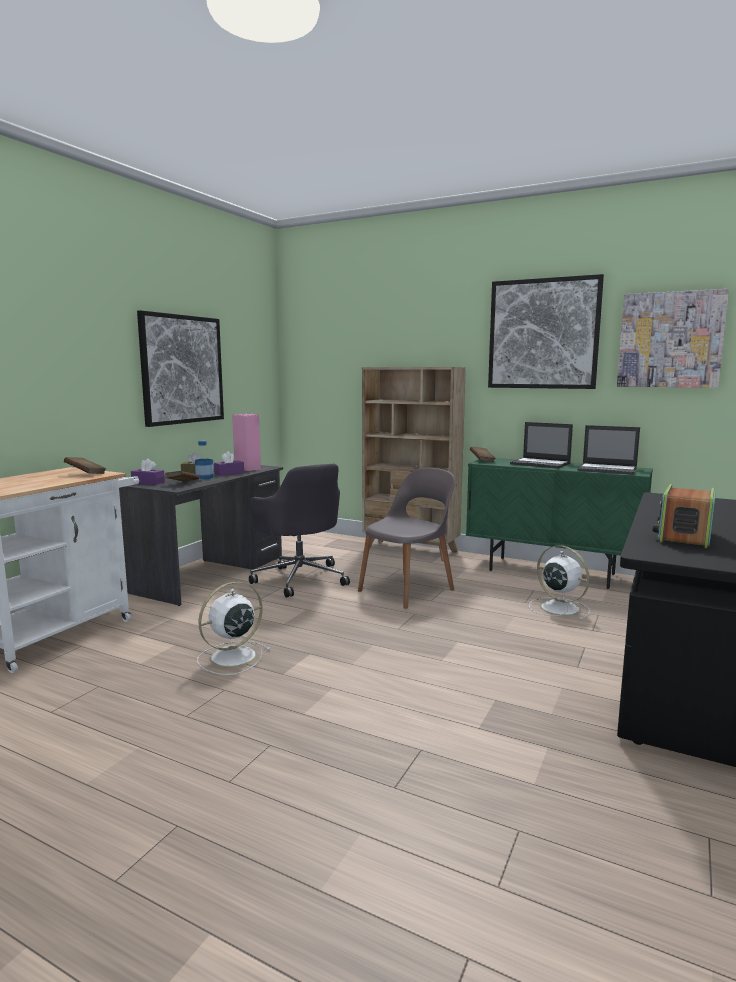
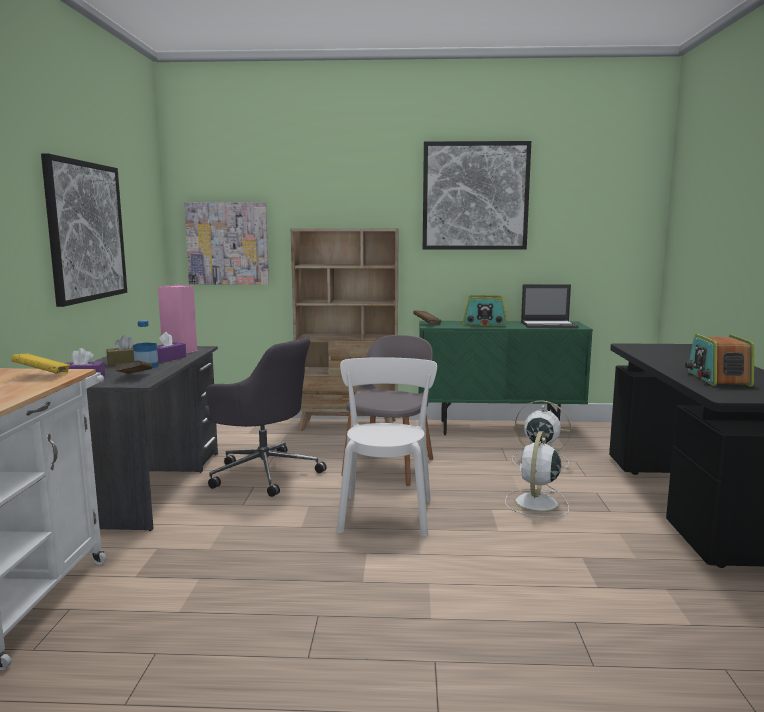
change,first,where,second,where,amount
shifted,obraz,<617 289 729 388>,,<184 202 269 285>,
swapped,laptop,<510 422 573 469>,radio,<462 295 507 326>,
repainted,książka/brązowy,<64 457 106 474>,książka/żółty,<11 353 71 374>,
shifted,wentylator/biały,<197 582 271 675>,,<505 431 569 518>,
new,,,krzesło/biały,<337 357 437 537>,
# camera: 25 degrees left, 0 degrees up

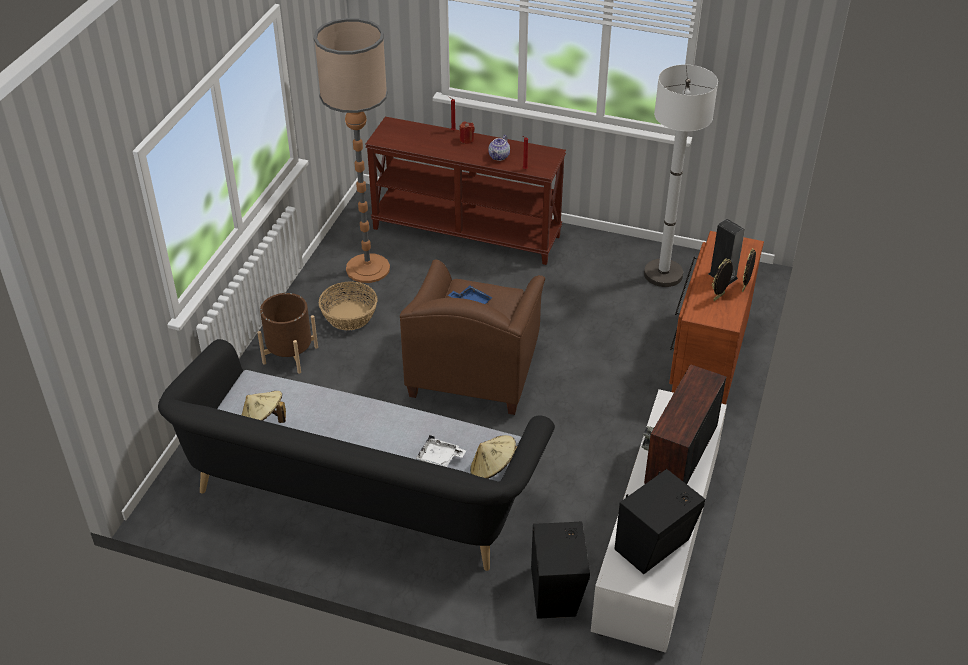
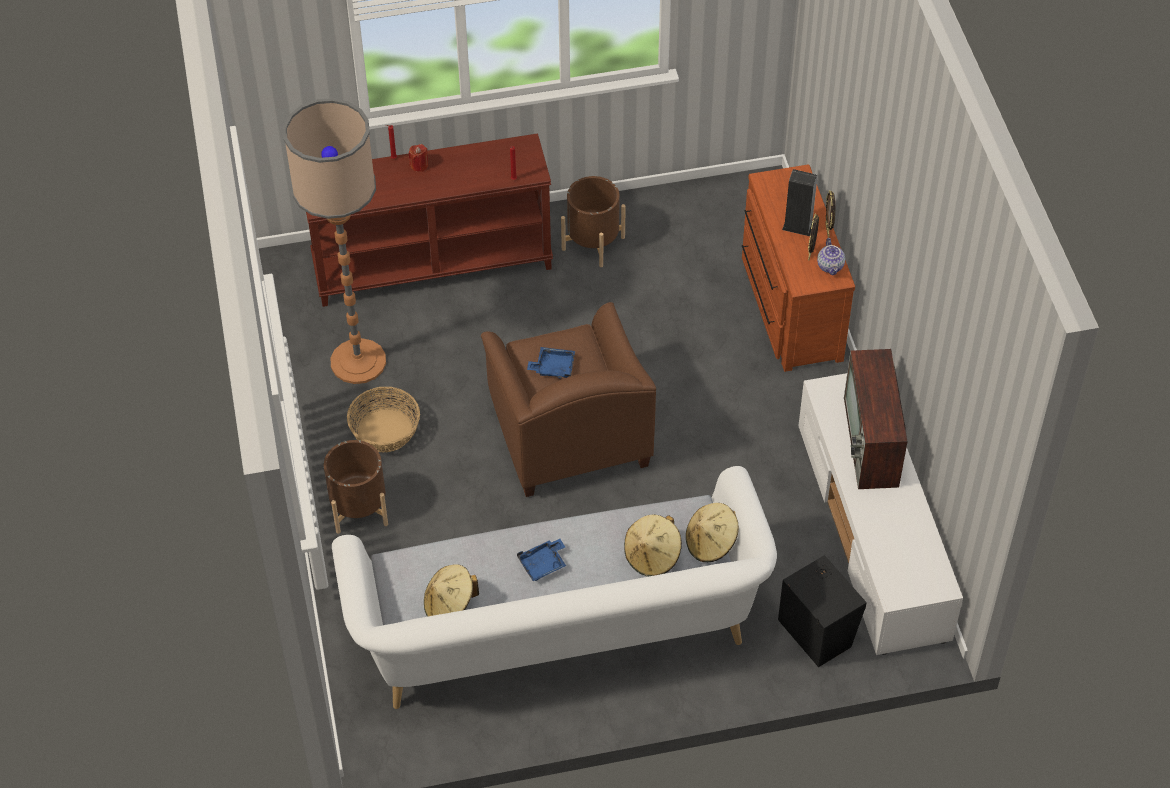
change,first,where,second,where,amount
gone,lampa stojąca/biały,<644 65 718 287>,,,
shifted,imbryk,<488 135 510 161>,,<817 238 845 275>,
repainted,kanapa/czarny,<158 339 555 571>,kanapa/biały,<332 466 777 709>,
swapped,taca/biały,<416 435 466 467>,kapelusz/beżowy,<624 514 682 577>,
gone,głośnik/czarny,<614 469 705 574>,,,
new,,,donica/brązowy,<561 176 626 267>,
new,,,taca/niebieski,<517 539 566 581>,
# camera: 30 degrees left, 10 degrees up

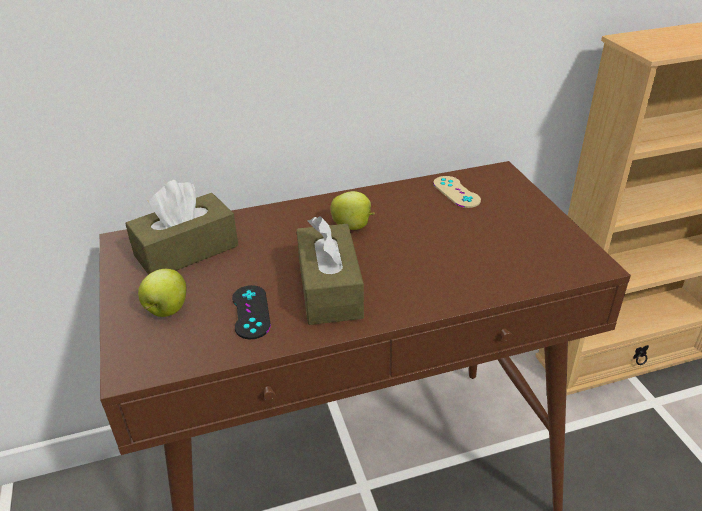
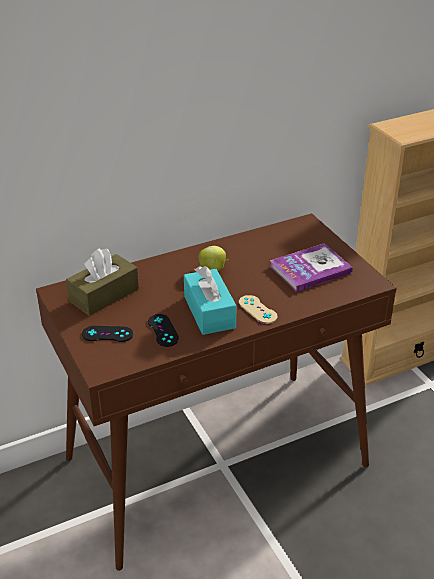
change,first,where,second,where,amount
shifted,pad do gier/beżowy,<433 176 481 208>,,<239 295 277 324>,
repainted,pudełko chusteczek/brązowy,<297 216 364 325>,pudełko chusteczek/turkusowy,<184 266 237 335>,
swapped,jabłko,<138 269 186 317>,pad do gier/czarny,<82 326 133 342>,
new,,,książka,<270 243 353 292>,
# camera: 10 degrees left, 0 degrees up

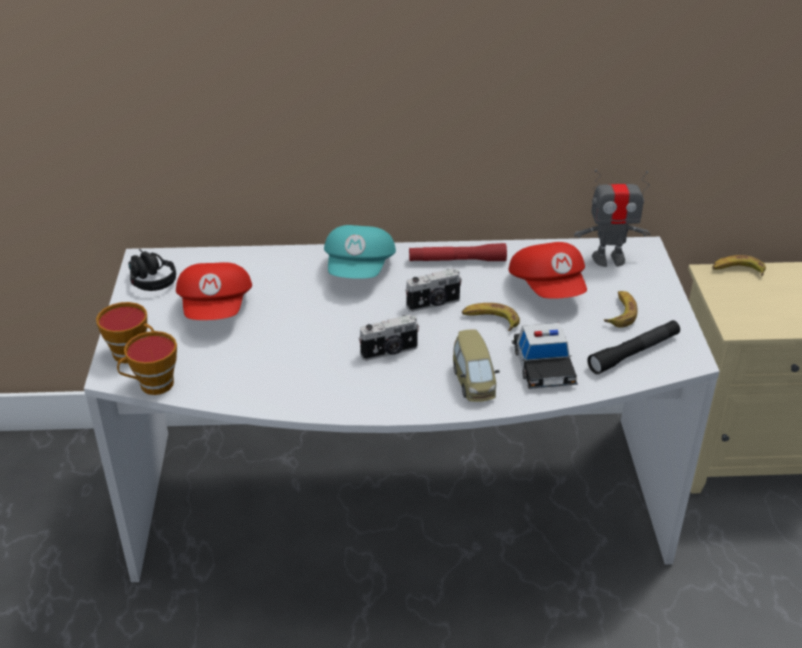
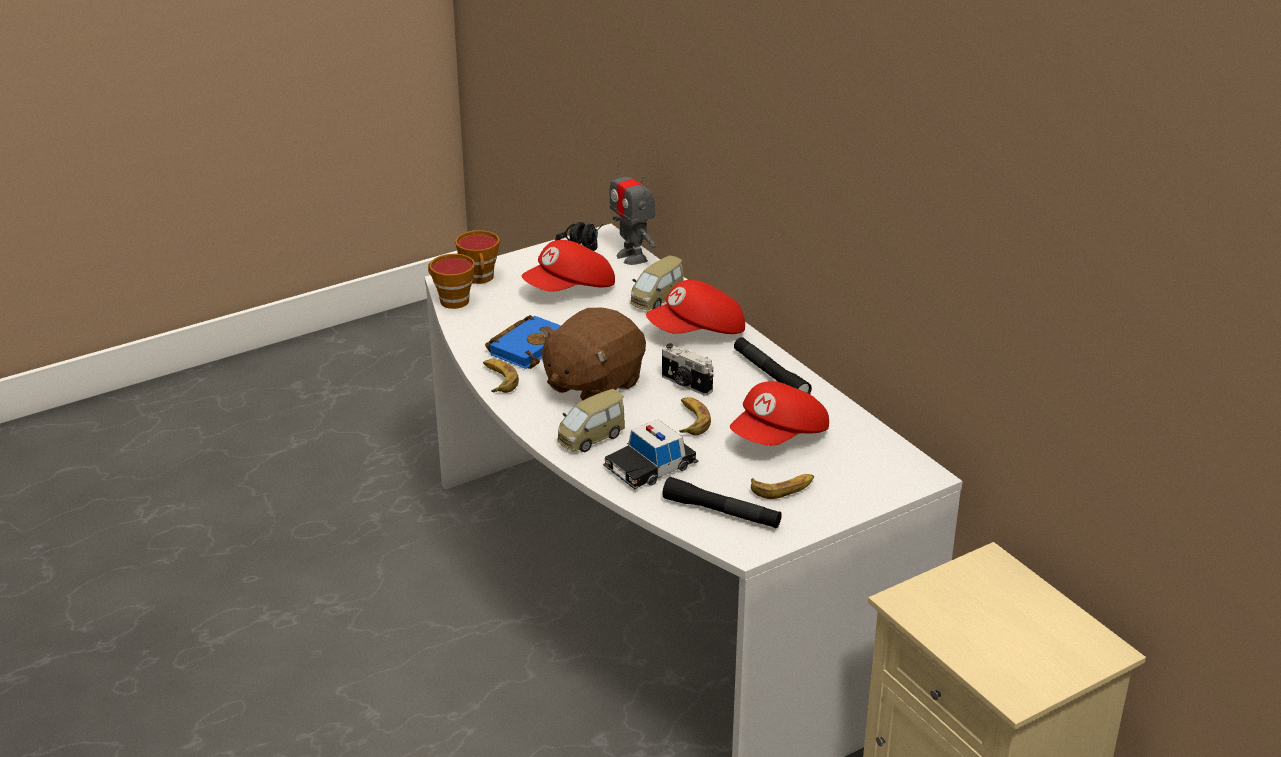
change,first,where,second,where,amount
shifted,robot zabawkowy,<574 170 650 267>,,<610 156 655 265>,
repainted,czapka z daszkiem/turkusowy,<324 225 396 279>,czapka z daszkiem/czerwony,<646 280 745 334>,
repainted,latarka/czerwony,<409 243 507 261>,latarka/czarny,<734 337 812 394>,
shifted,banan,<712 255 766 276>,,<483 359 519 393>,
swapped,aparat fotograficzny,<358 314 419 361>,pluszak/brązowy,<539 308 646 400>,
new,,,samochodzik,<630 255 683 310>,
new,,,książka/niebieski,<485 315 561 369>,
# camera: 60 degrees right, 5 degrees down

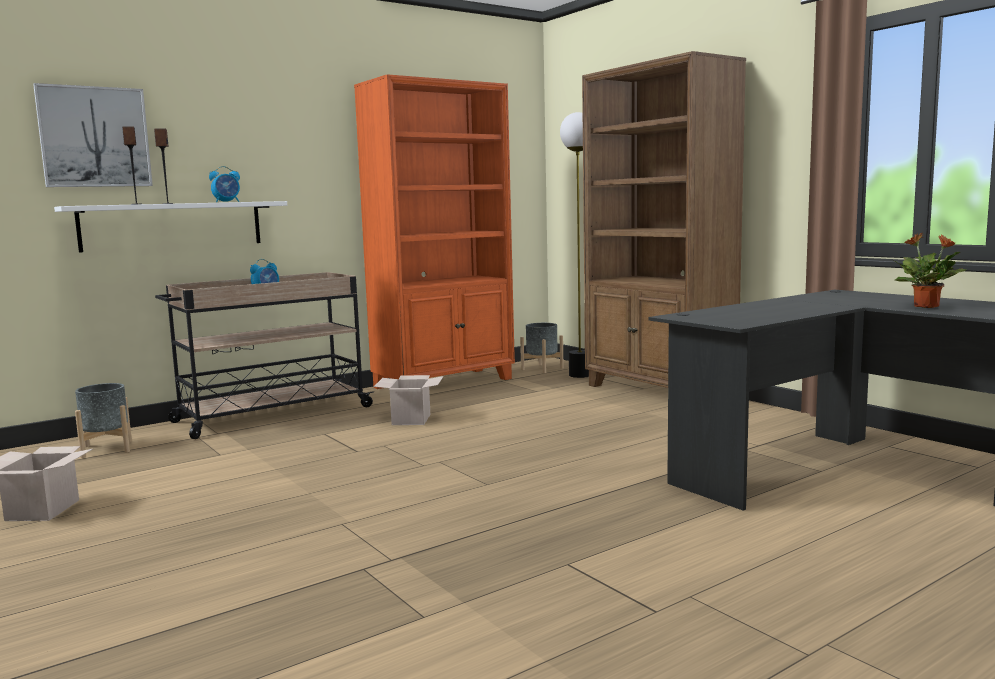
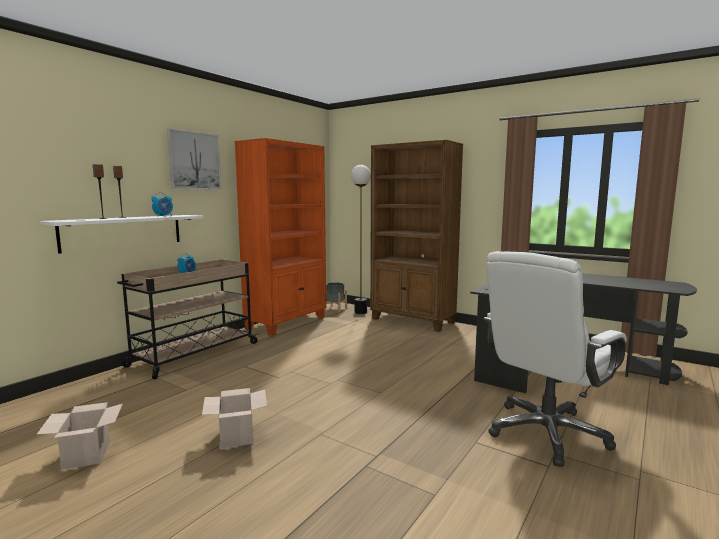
change,first,where,second,where,amount
shifted,obraz,<33 83 153 187>,,<167 129 221 190>,
gone,roślina doniczkowa,<894 233 967 308>,,,
shifted,karton,<374 375 444 425>,,<202 388 267 448>,
gone,donica/szary,<75 383 132 458>,,,
new,,,krzesło biurowe/biały,<483 251 627 467>,
# camera: 20 degrees left, 0 degrees up

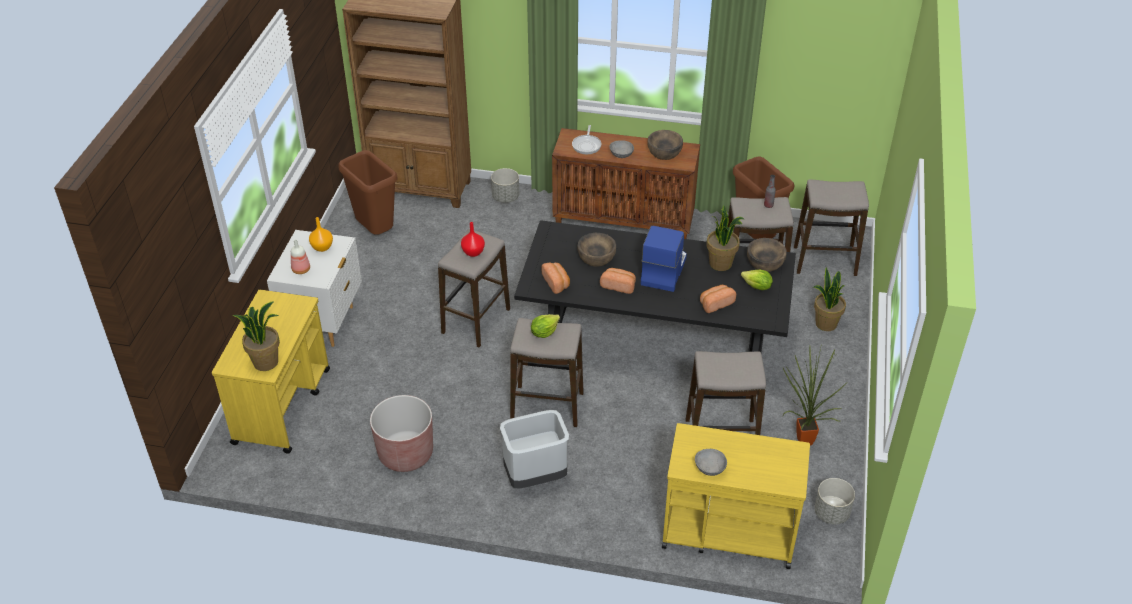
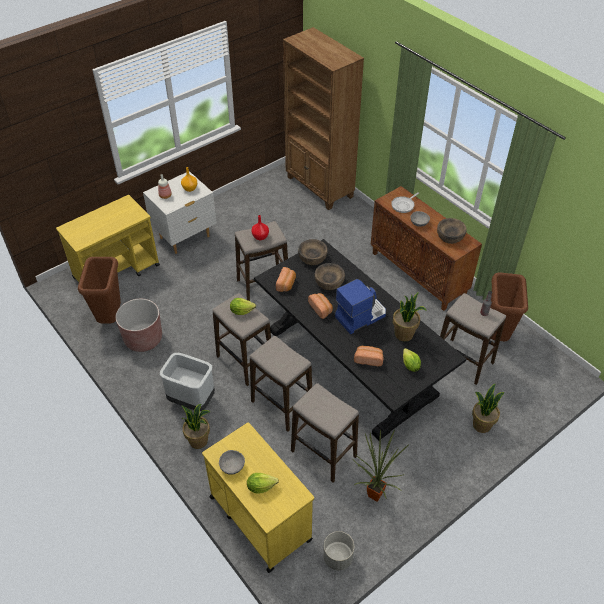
change,first,where,second,where,amount
shifted,kosz na śmieci/brązowy,<338 150 397 235>,,<78 257 121 324>,
gone,donica/szary,<491 168 519 203>,,,
shifted,stołek,<794 179 869 276>,,<250 336 312 432>,
shifted,miska/brązowy,<747 238 787 272>,,<298 239 328 265>,
shifted,roślina doniczkowa,<233 301 280 371>,,<182 404 210 449>,
new,,,sałata,<247 473 279 494>,
# camera: 40 degrees right, 5 degrees up

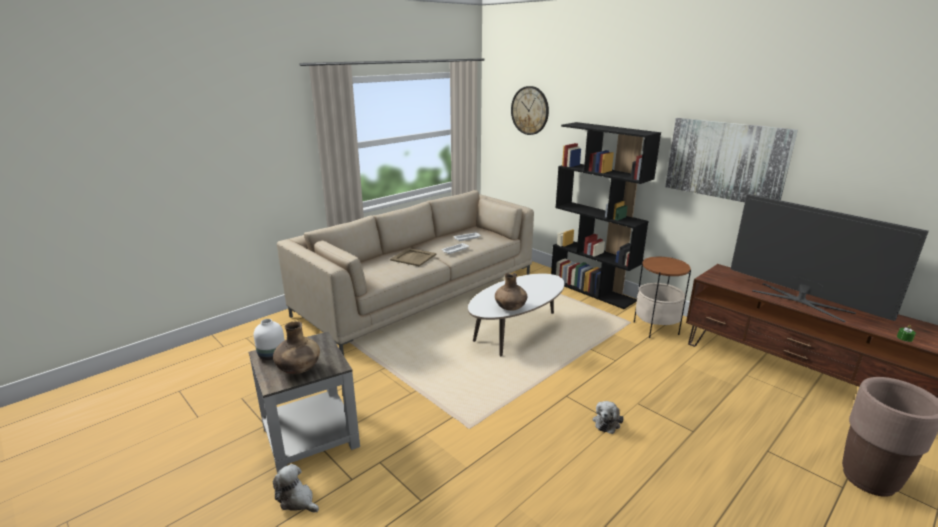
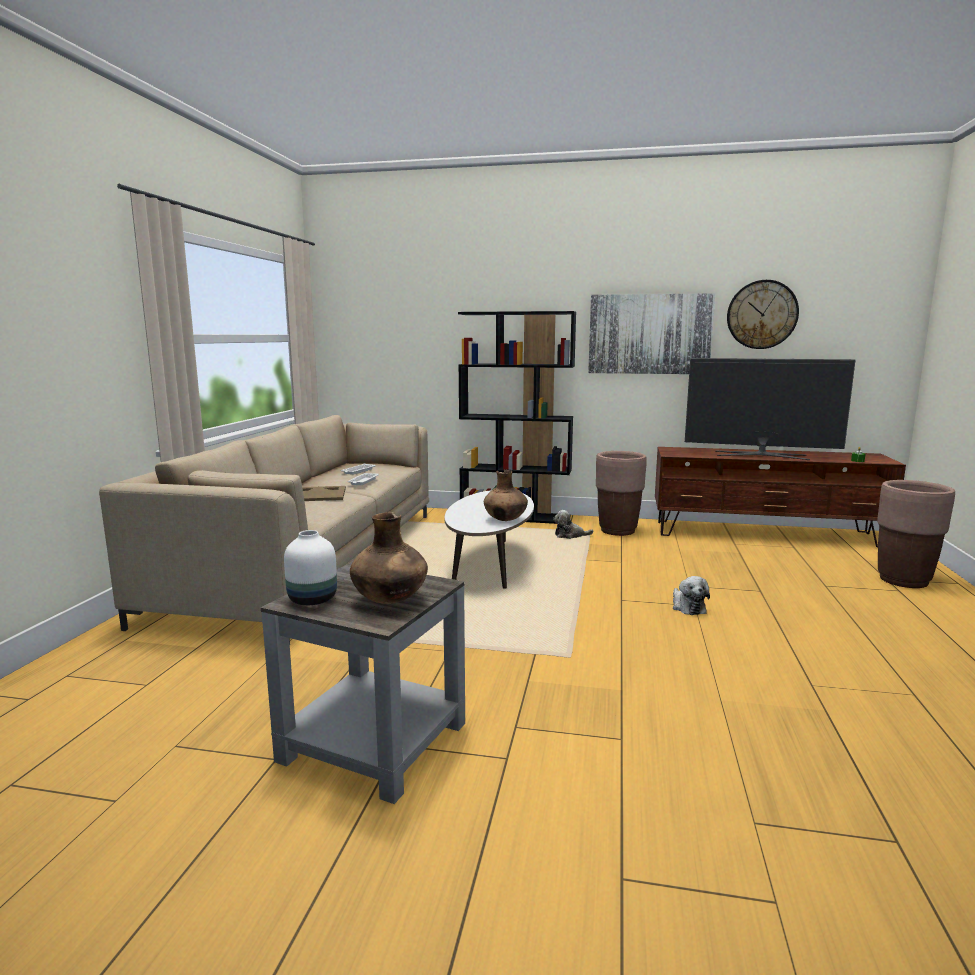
change,first,where,second,where,amount
shifted,zegar ścienny,<511 86 549 135>,,<727 280 799 349>,
swapped,stolik,<634 257 691 338>,donica/brązowy,<596 451 647 536>,
shifted,pluszak,<273 464 319 513>,,<553 510 593 539>,
# camera: 35 degrees left, 10 degrees down

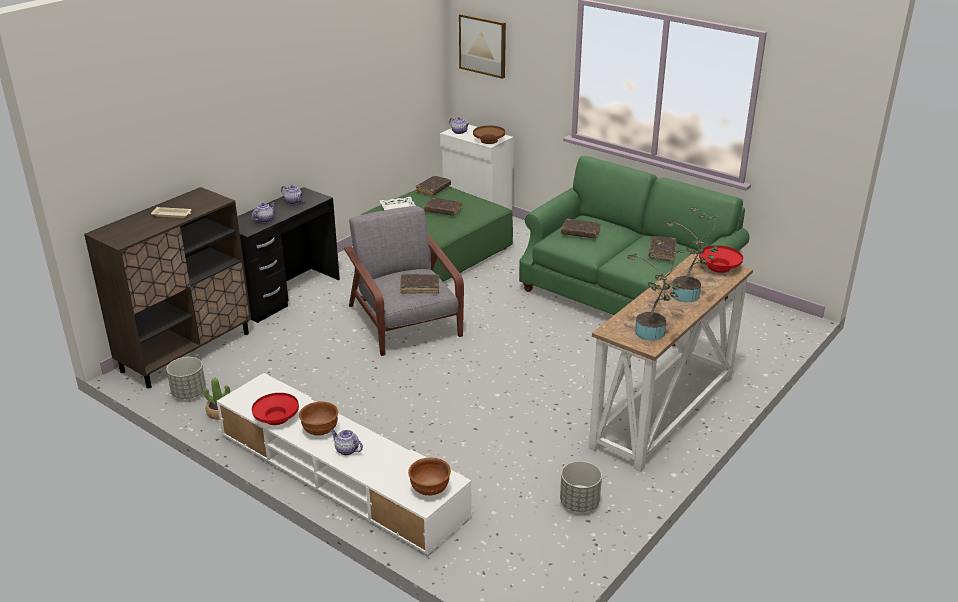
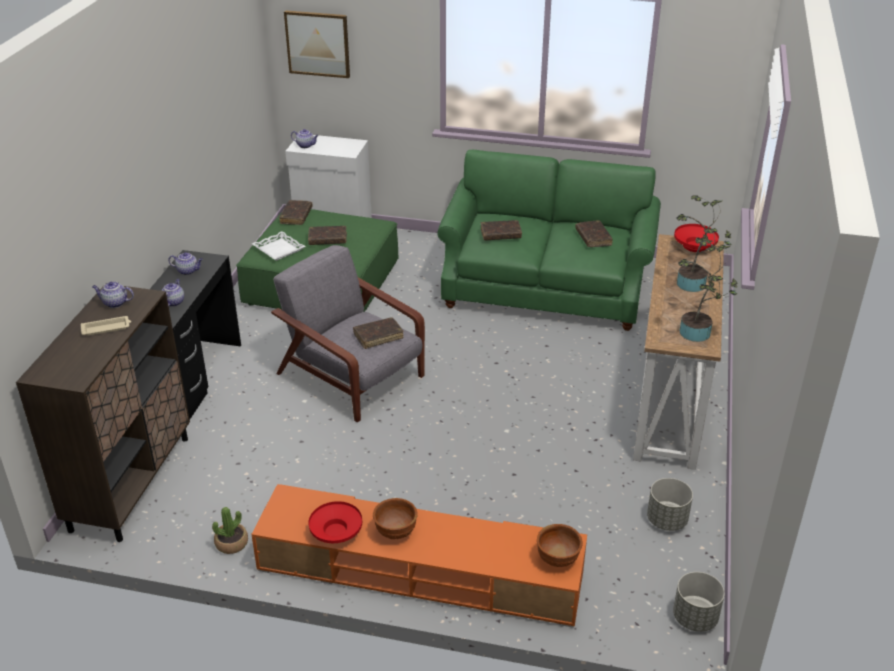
change,first,where,second,where,amount
gone,miska/brązowy,<473 126 505 144>,,,
shifted,donica/szary,<167 357 206 399>,,<673 572 725 632>,
repainted,szafka pod telewizor/biały,<217 373 471 557>,szafka pod telewizor/pomarańczowy,<251 484 587 628>,
shifted,imbryk,<330 429 363 456>,,<92 282 134 308>,
# camera: 25 degrees left, 5 degrees up

